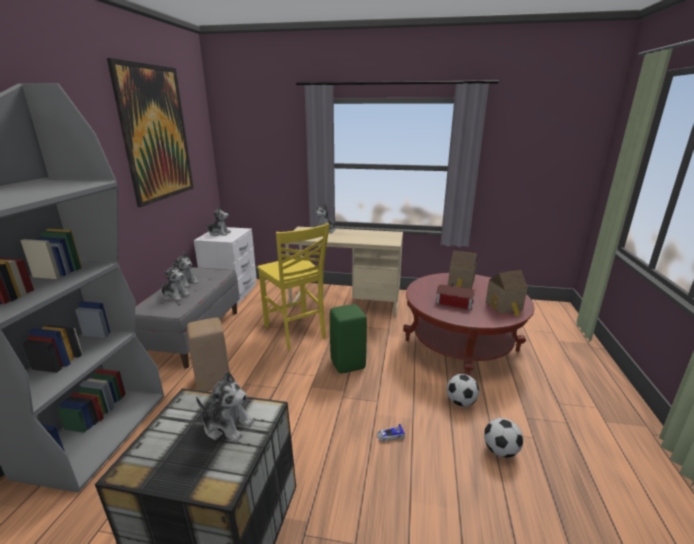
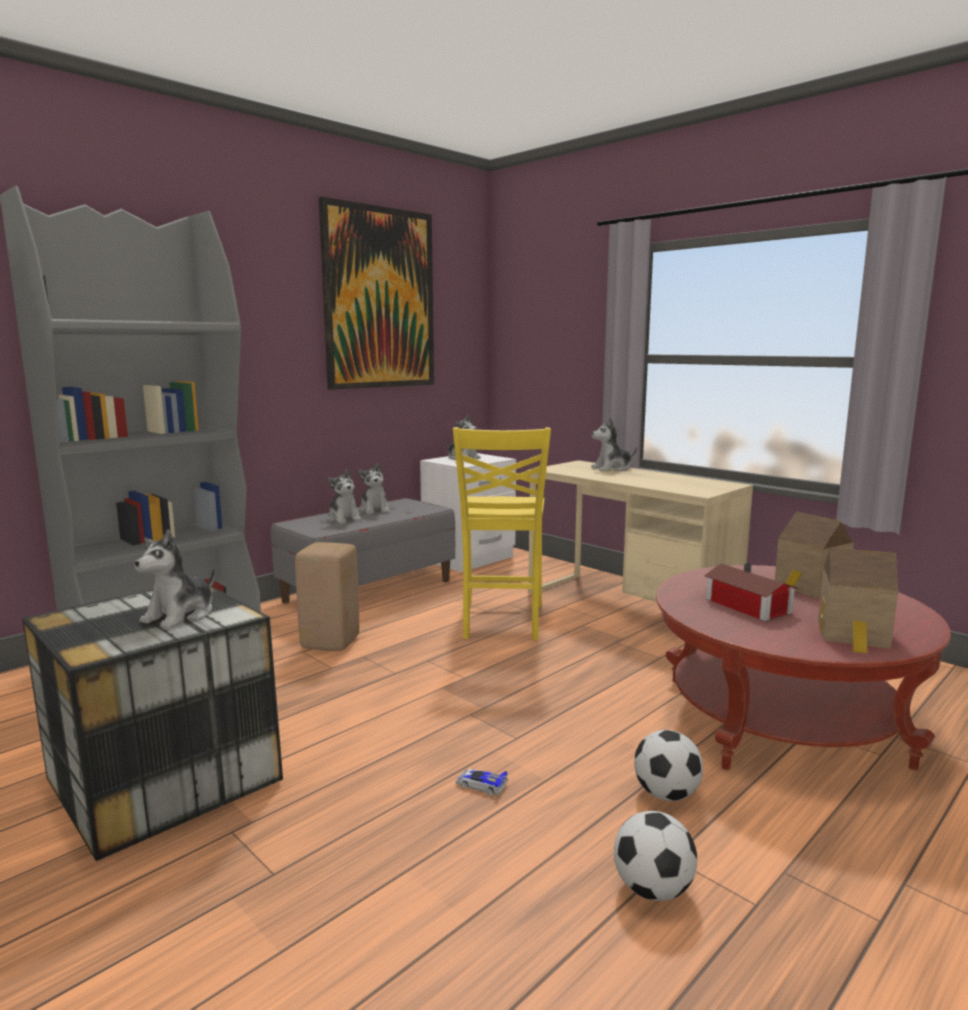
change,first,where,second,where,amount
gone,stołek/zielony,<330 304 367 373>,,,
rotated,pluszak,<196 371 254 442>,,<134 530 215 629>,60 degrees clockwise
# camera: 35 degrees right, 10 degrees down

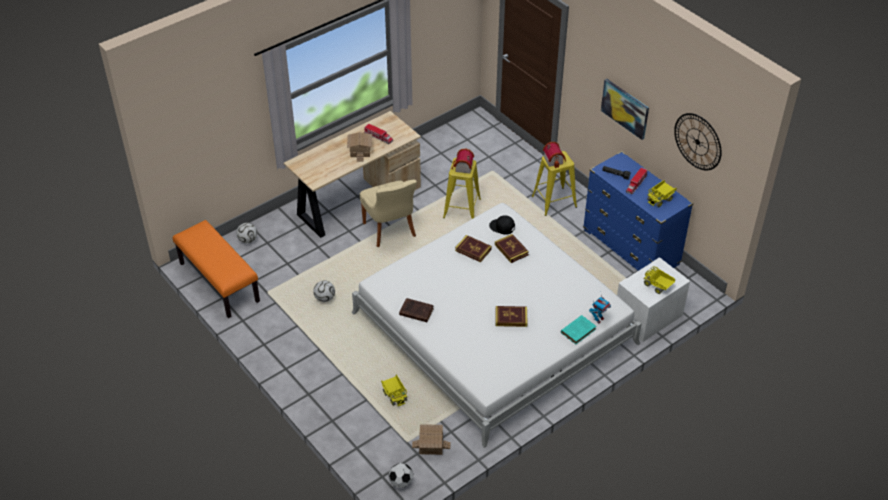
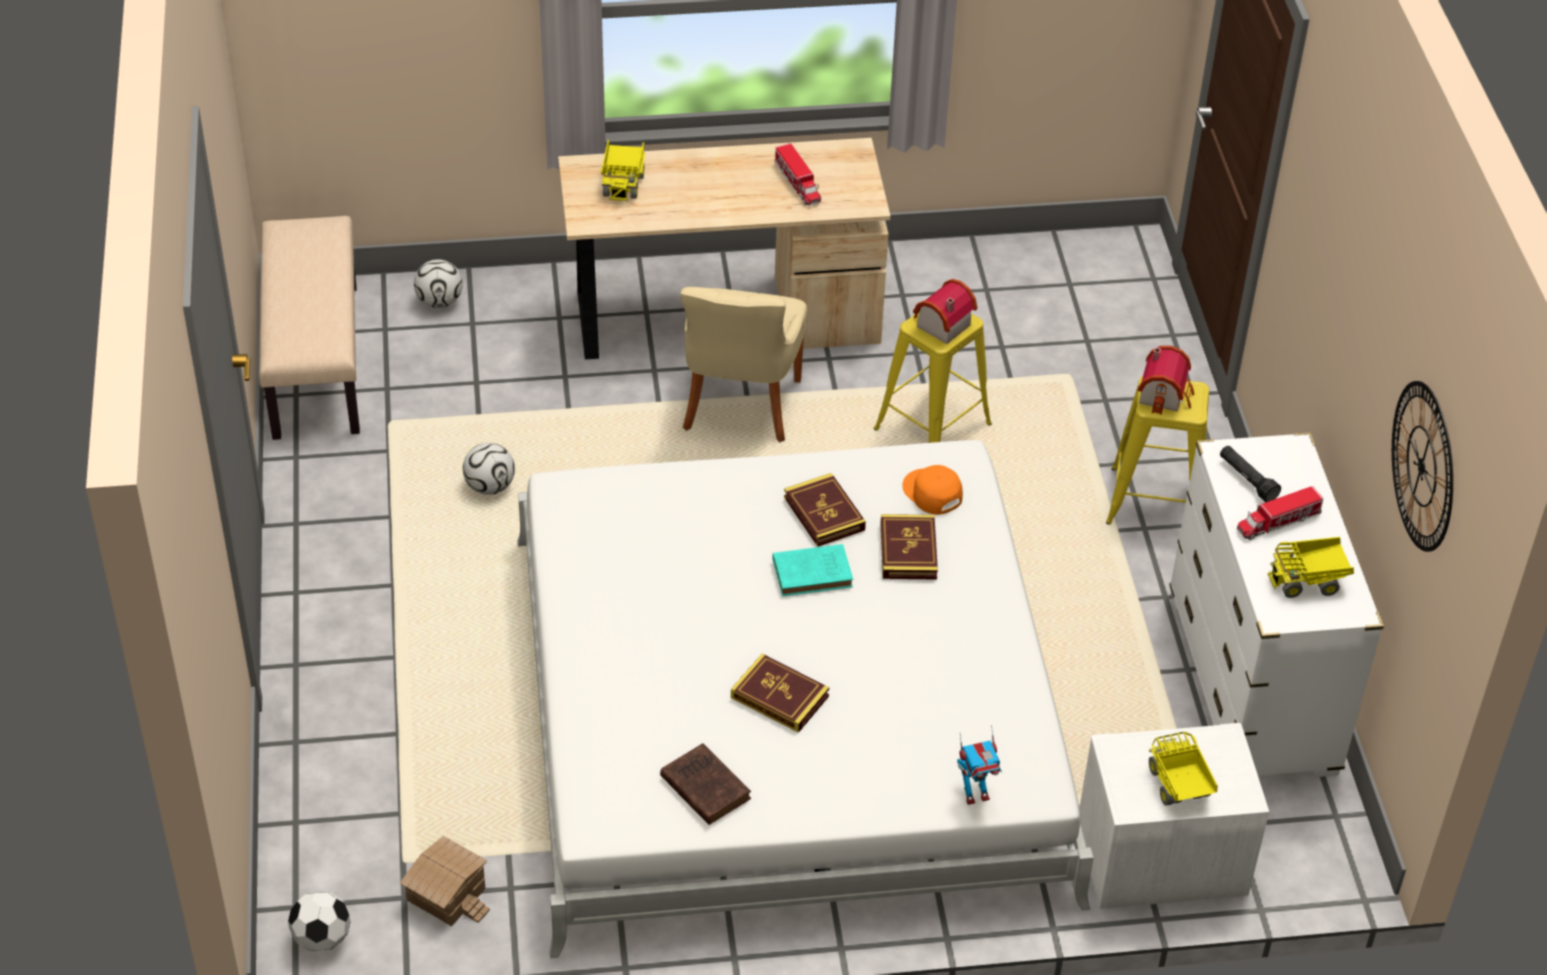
change,first,where,second,where,amount
gone,obraz,<601 79 649 140>,,,
gone,domek,<347 132 372 162>,,,
repainted,komoda/niebieski,<583 151 693 271>,komoda/biały,<1169 432 1384 777>,
repainted,czapka z daszkiem/czarny,<489 216 515 235>,czapka z daszkiem/pomarańczowy,<903 465 963 515>,
repainted,ławka/pomarańczowy,<173 220 260 318>,ławka/beżowy,<259 216 360 440>,
shifted,książka/brązowy,<399 298 434 322>,,<660 743 751 825>,
shifted,książka/turkusowy,<561 315 597 344>,,<772 544 853 596>,
shifted,ciężarówka zabawkowa,<381 374 408 406>,,<600 140 645 201>,
# camera: 30 degrees right, 0 degrees up

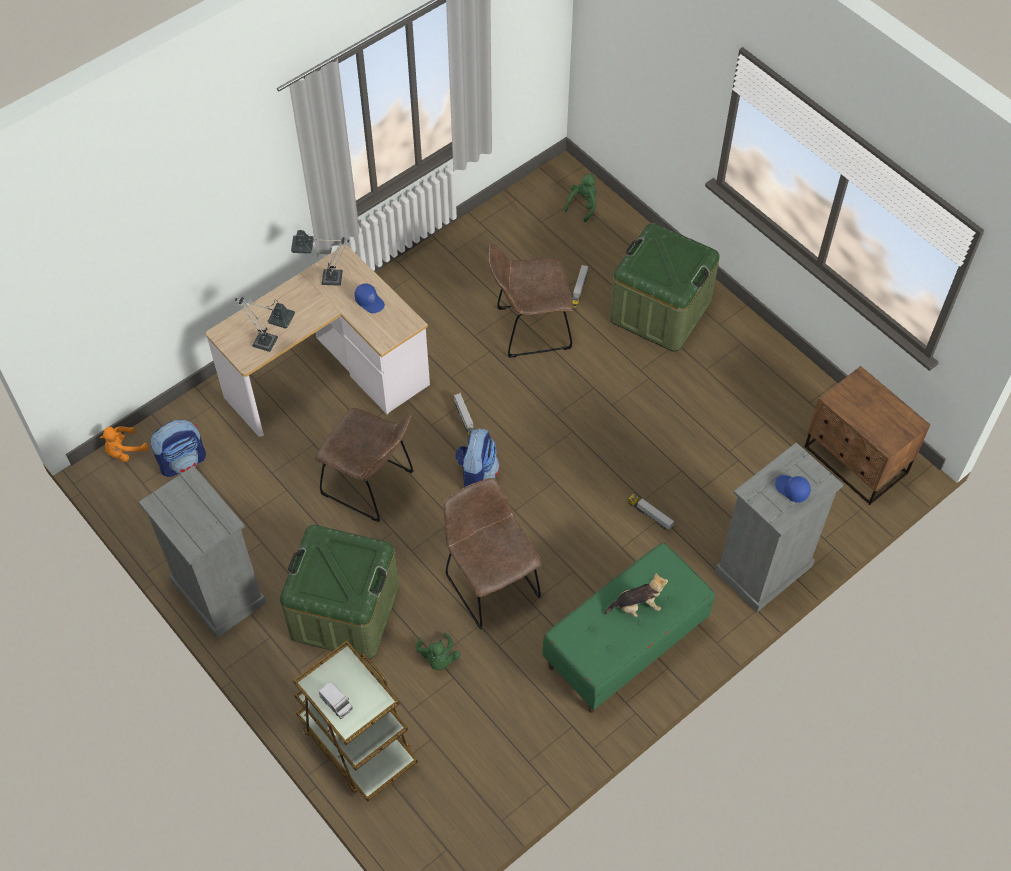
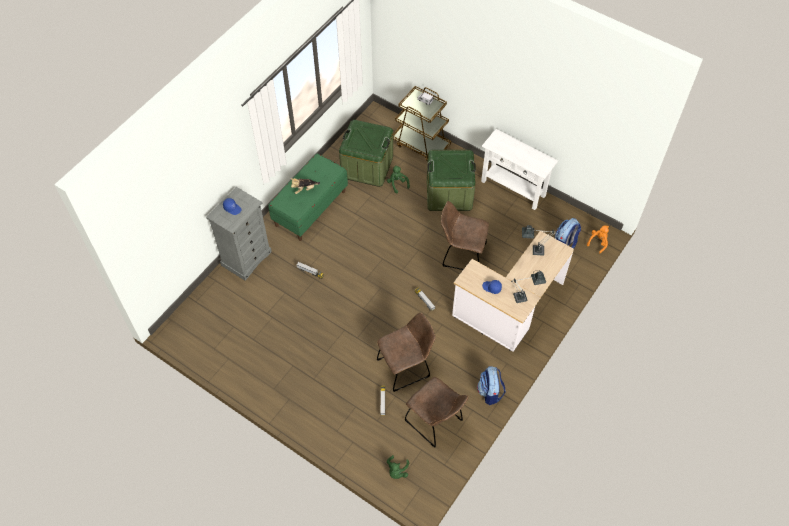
change,first,where,second,where,amount
shifted,pojemnik do przechowywania/zielony,<609 223 720 352>,,<339 120 393 187>,
gone,szafka nocna/brązowy,<805 366 930 505>,,,
shifted,plecak,<455 428 500 487>,,<477 366 506 405>,
swapped,komoda/szary,<139 466 266 638>,stolik konsolowy/biały,<481 129 558 210>,
shifted,krzesło/brązowy,<443 478 541 629>,,<405 377 468 447>,
# camera: 165 degrees right, 0 degrees up

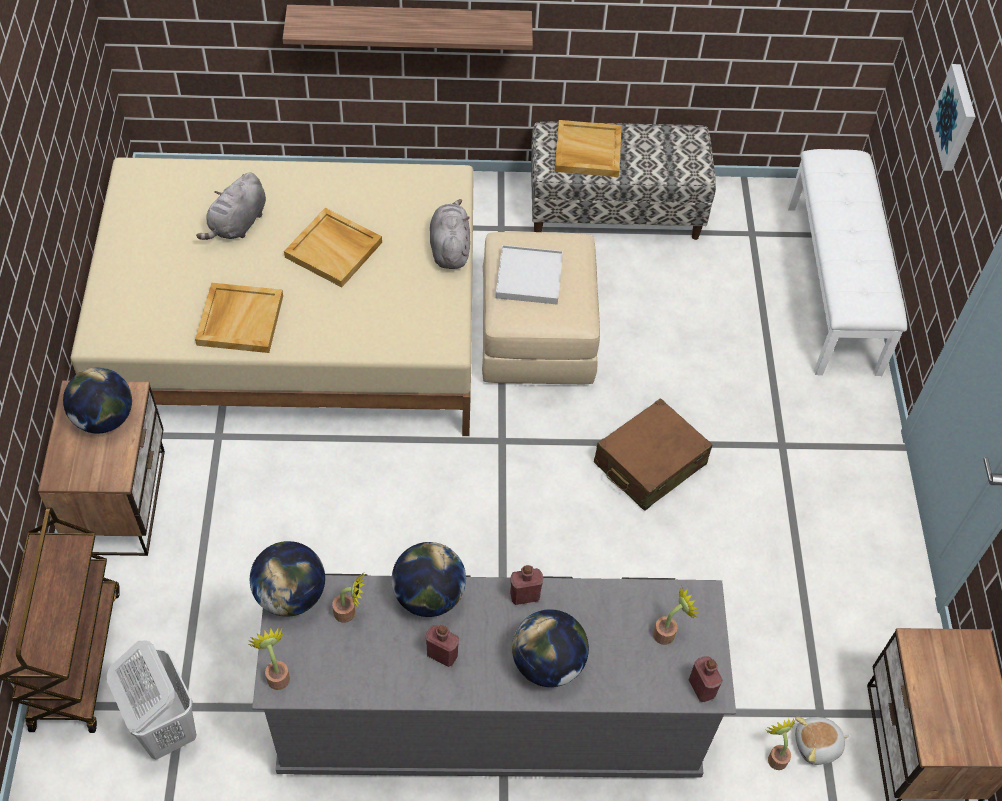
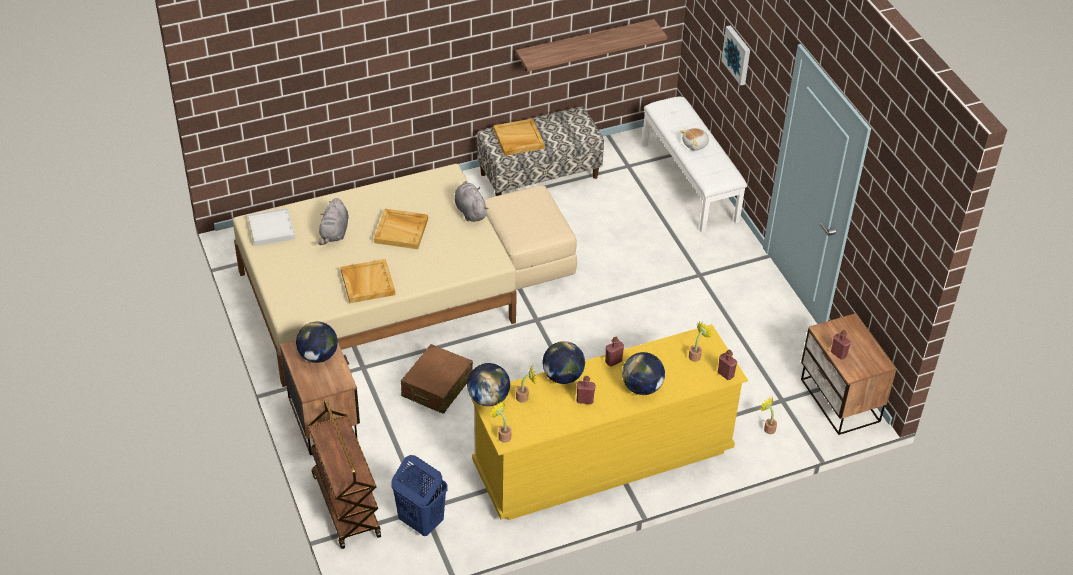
change,first,where,second,where,amount
shifted,półka,<283 5 533 50>,,<516 19 667 72>,
shifted,taca/biały,<496 245 563 304>,,<248 208 295 246>,
shifted,walizka/brązowy,<594 398 713 511>,,<401 344 473 414>,
repainted,komoda/szary,<252 574 736 778>,komoda/żółty,<470 324 748 520>,
repainted,kosz na pranie/biały,<107 641 197 760>,kosz na pranie/niebieski,<391 455 448 536>,
shifted,pluszak,<795 717 849 765>,,<680 128 709 151>,
new,,,butelka/czerwony,<831 330 851 360>,
# camera: 20 degrees left, 10 degrees down

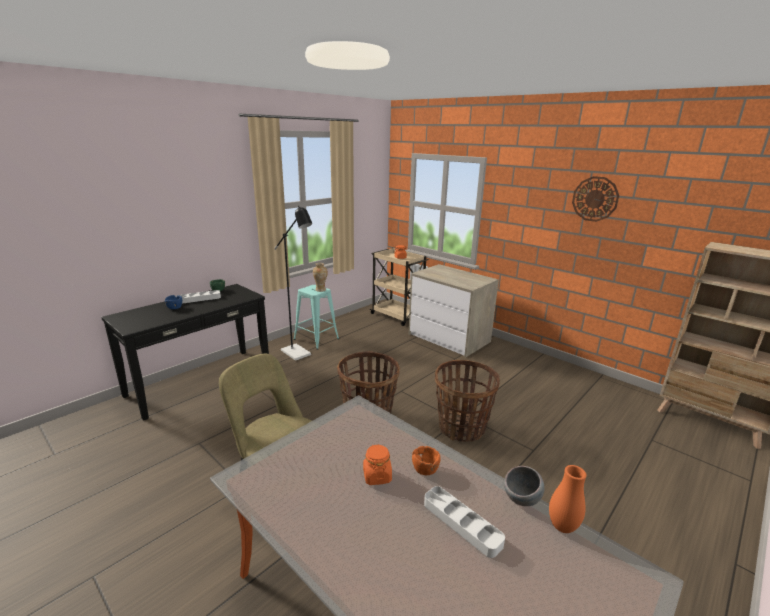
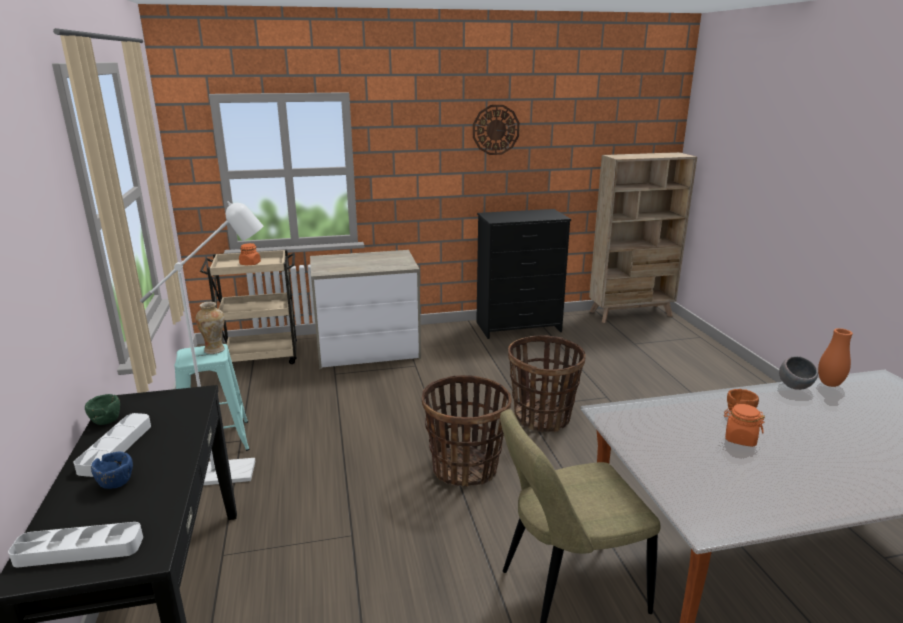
change,first,where,second,where,amount
repainted,lampa stojąca/czarny,<274 206 312 361>,lampa stojąca/biały,<140 201 263 485>,
shifted,taca/biały,<424 486 505 558>,,<8 522 143 567>,
new,,,komoda/czarny,<476 209 571 339>,
# camera: 55 degrees left, 0 degrees up

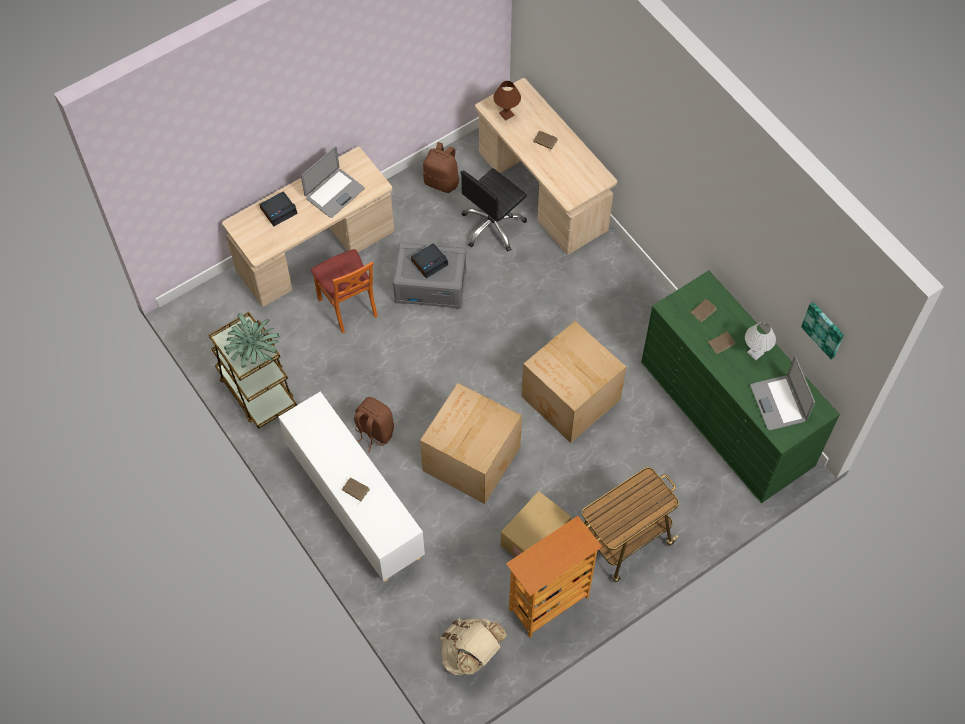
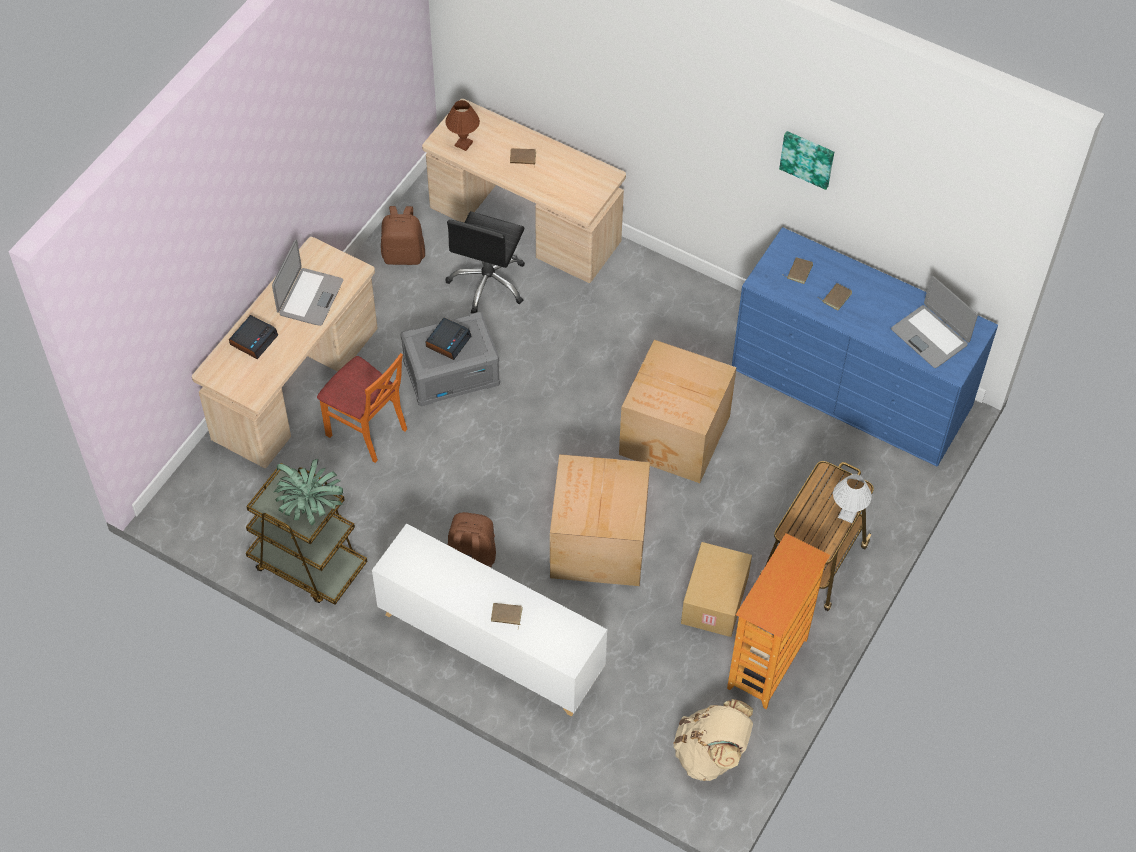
change,first,where,second,where,amount
repainted,komoda/zielony,<641 270 840 503>,komoda/niebieski,<732 227 998 467>,
shifted,obraz,<801 302 844 359>,,<779 131 834 190>,
shifted,lampa stołowa/biały,<745 322 776 361>,,<833 474 872 523>,
# camera: 25 degrees left, 5 degrees down

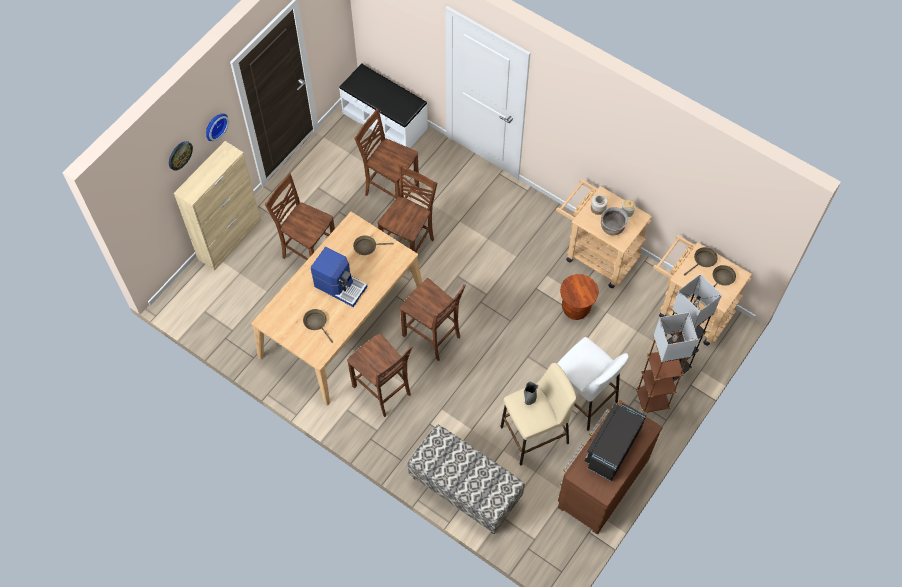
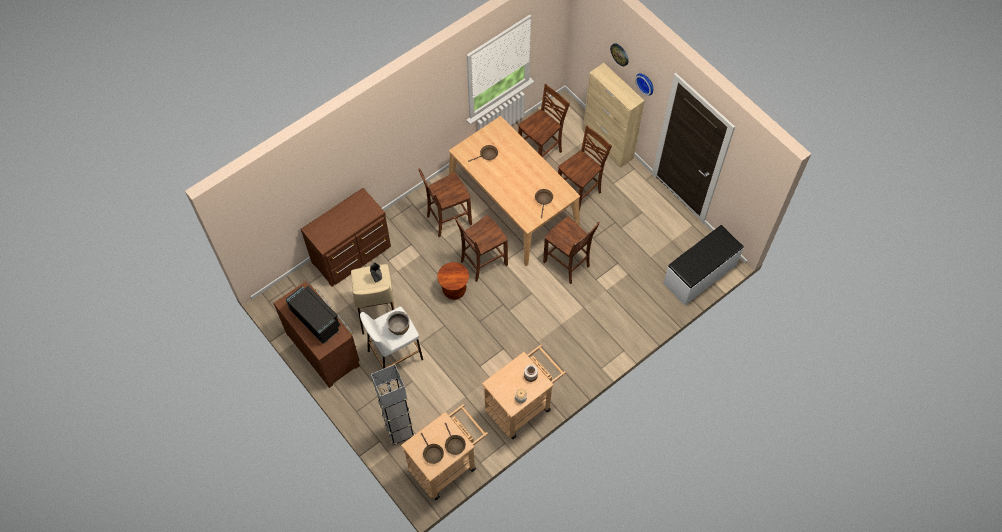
change,first,where,second,where,amount
shifted,krzesło/brązowy,<354 109 419 199>,,<518 84 570 157>,
shifted,garnek/brązowy,<601 207 628 236>,,<386 311 410 335>,
gone,ekspres do kawy,<311 247 367 307>,,,
shifted,stołek/brązowy,<560 274 599 320>,,<437 262 469 300>,
gone,lampa stojąca/brązowy,<636 312 698 413>,,,
swapped,ławka,<408 424 525 534>,komoda/brązowy,<301 188 391 287>,
# camera: 105 degrees right, 0 degrees up

